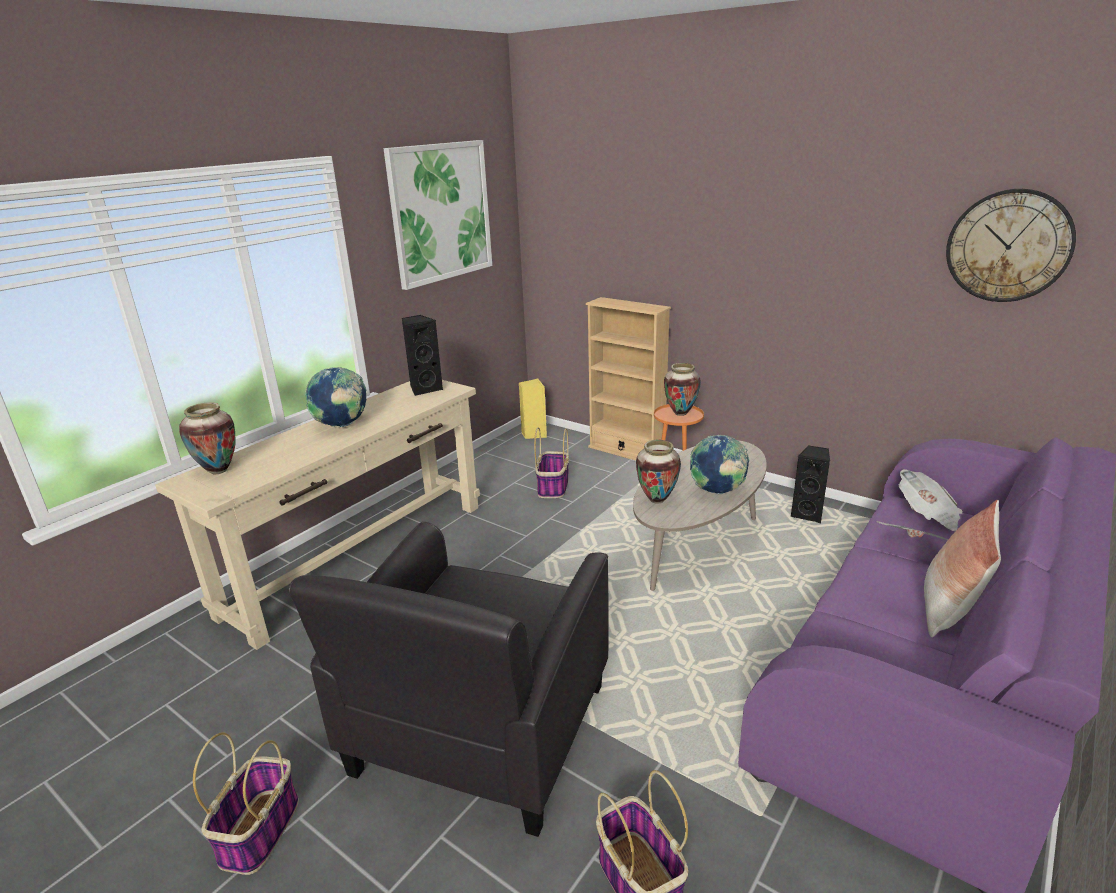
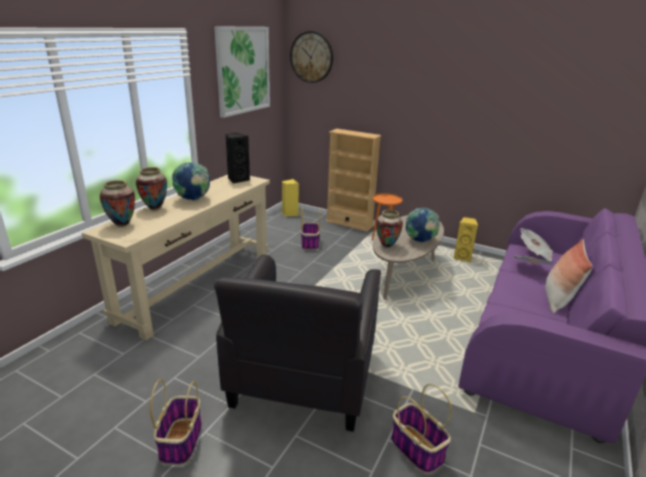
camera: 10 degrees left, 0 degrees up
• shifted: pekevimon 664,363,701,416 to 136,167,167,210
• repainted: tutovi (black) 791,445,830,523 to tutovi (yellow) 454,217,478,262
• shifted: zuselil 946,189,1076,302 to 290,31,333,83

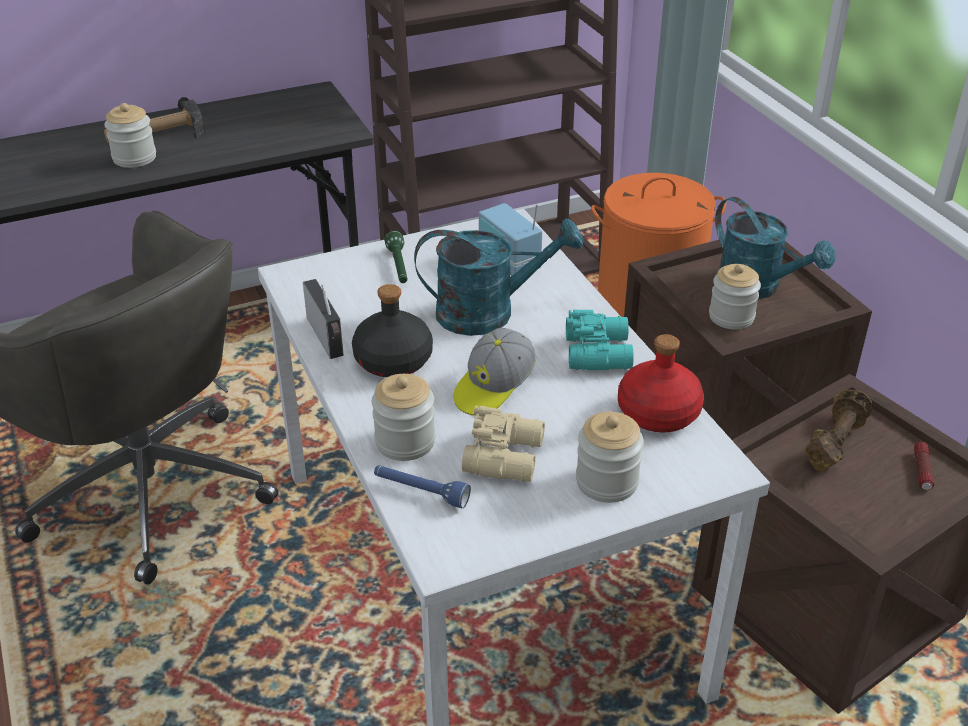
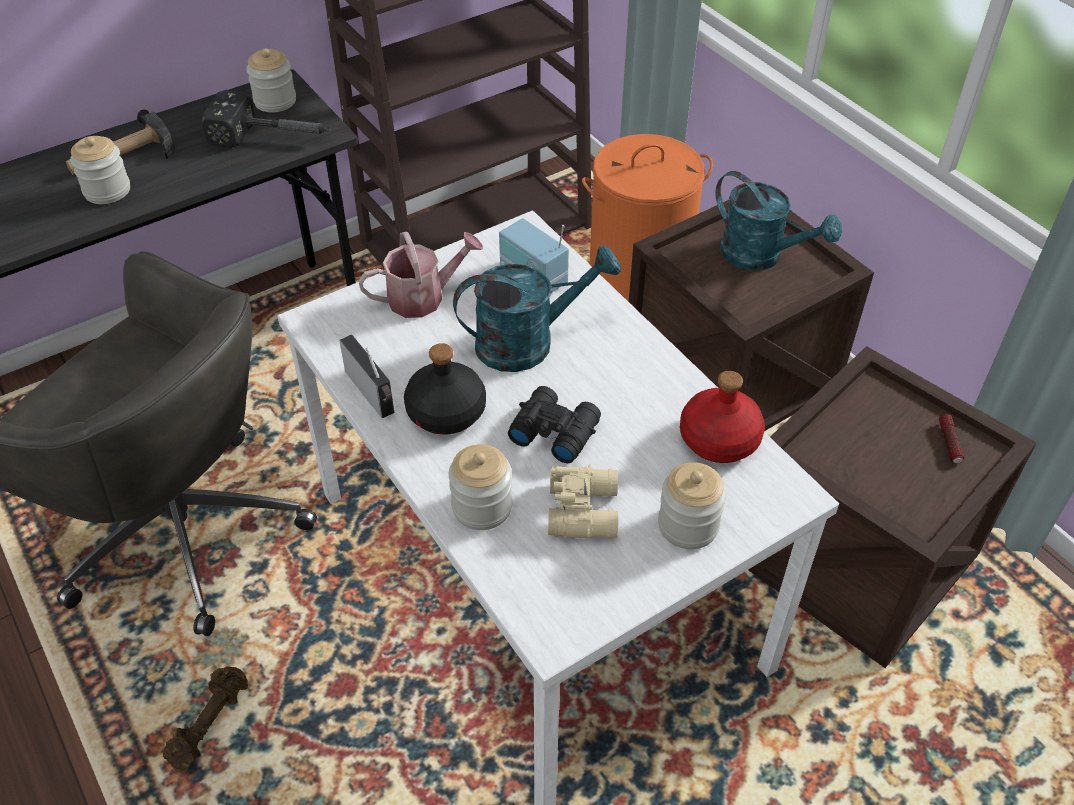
camera: 10 degrees left, 10 degrees up
• gone: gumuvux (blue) 374,465,471,508
• swapped: gumuvux (green) 385,231,408,283 to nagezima 358,232,483,318
• swapped: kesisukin 453,328,536,416 to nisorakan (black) 508,386,601,463
• gone: nisorakan (turquoise) 566,309,634,370
• shifted: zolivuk 709,264,761,330 to 246,48,296,112
• shifted: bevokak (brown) 805,390,872,472 to 163,666,248,772
• new: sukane 202,90,331,148

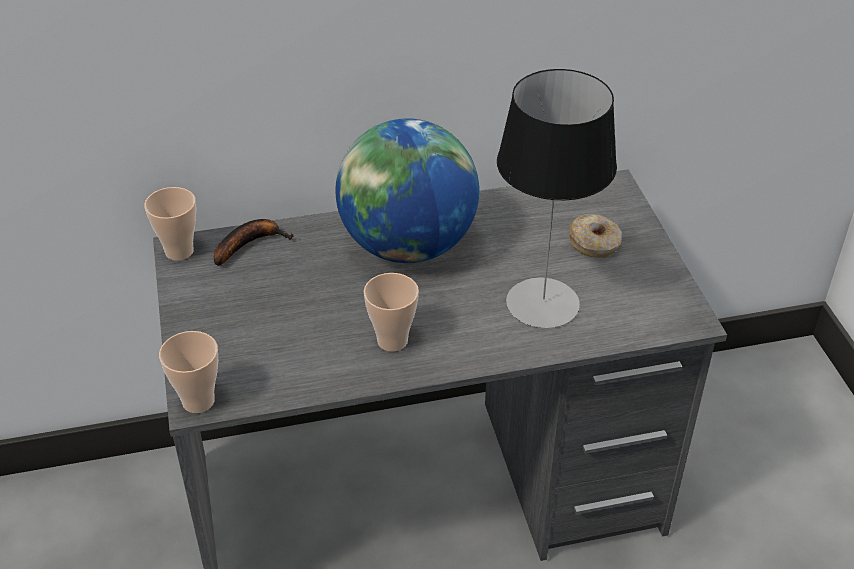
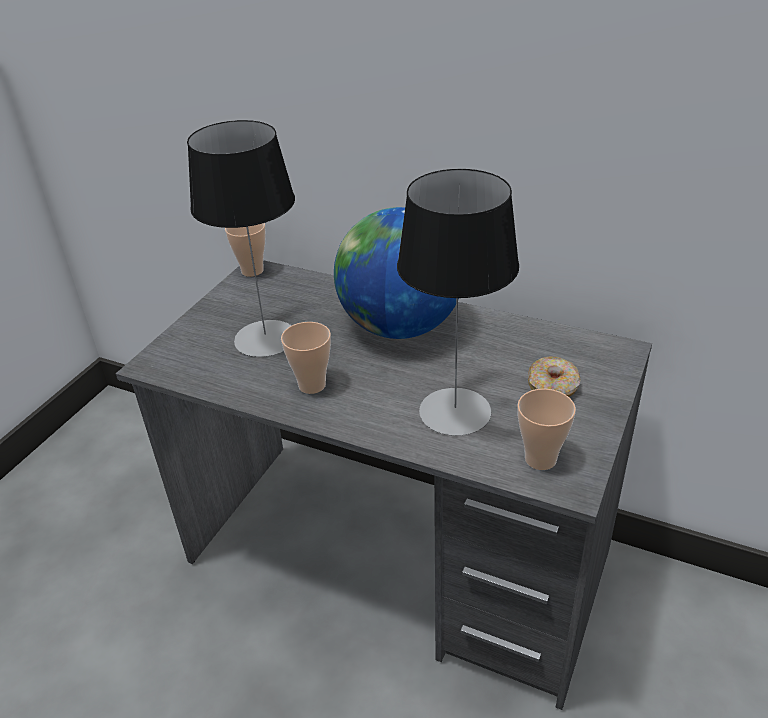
camera: 40 degrees right, 5 degrees down
• shifted: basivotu 159,331,218,413 to 517,389,576,470
• gone: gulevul 213,219,294,266
• new: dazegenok 187,120,295,357

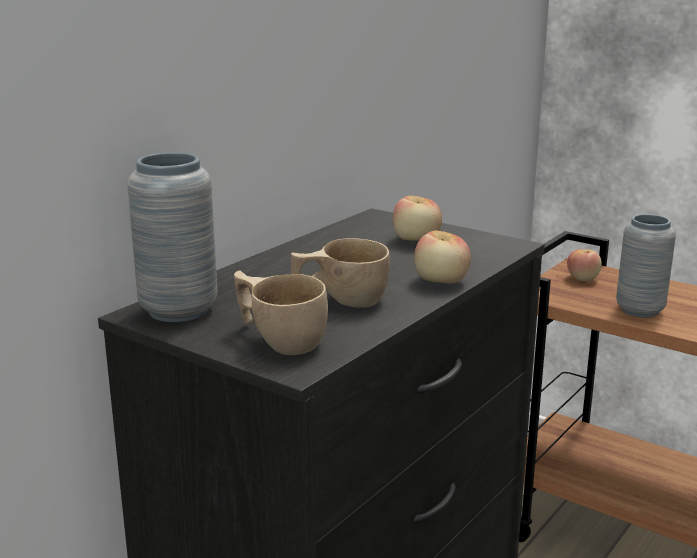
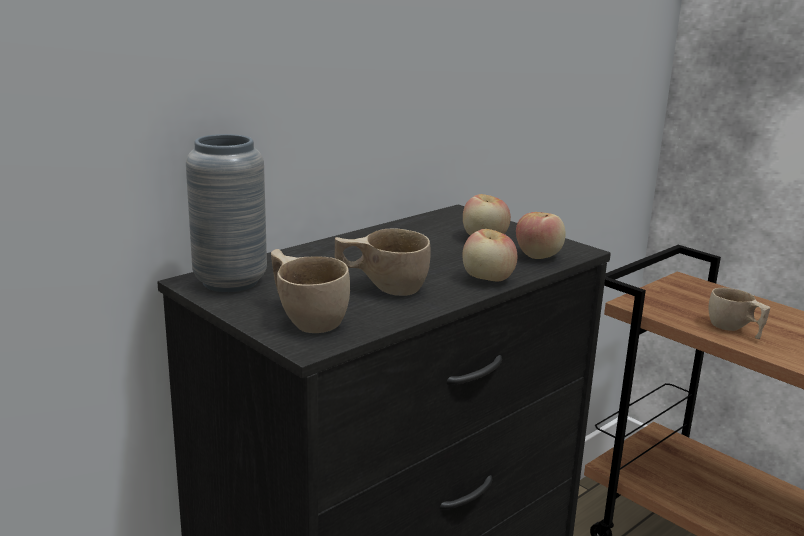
camera: 10 degrees right, 0 degrees up
• shifted: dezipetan 567,249,602,281 to 516,212,566,259
• swapped: pekevimon (grey) 616,214,676,318 to basivotu (beige) 708,288,770,339

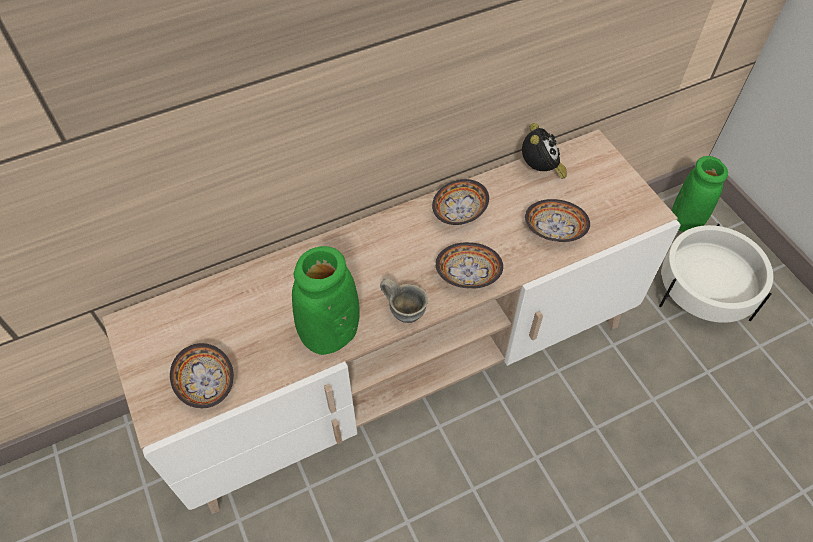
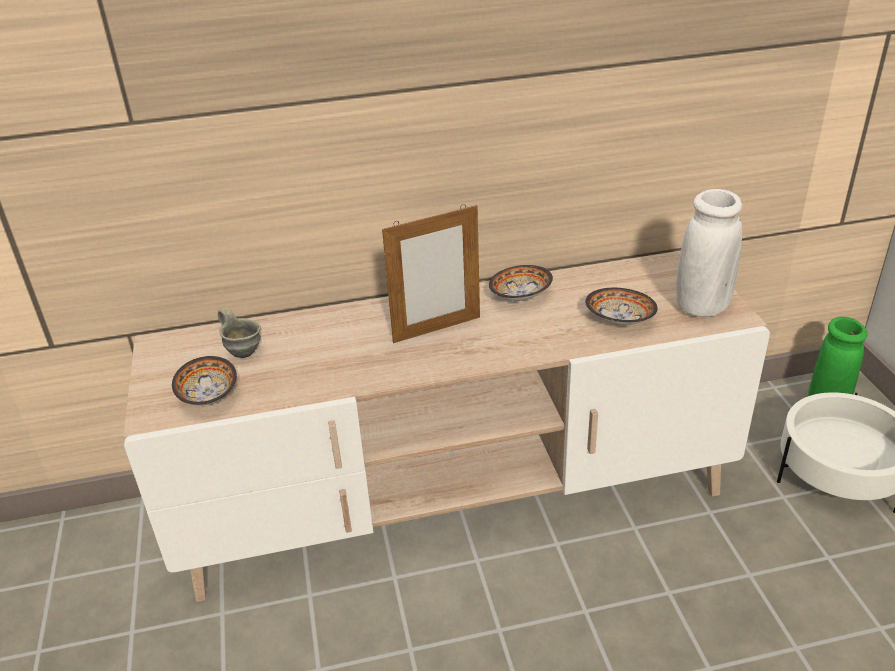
camera: 15 degrees right, 20 degrees down
• gone: pekevimon (green) 292,246,360,355
• shifted: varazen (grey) 380,278,428,323 to 218,307,261,358
• gone: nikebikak 435,242,503,289
• gone: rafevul 522,123,567,179
• new: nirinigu 382,204,480,343
• new: pekevimon (white) 676,189,742,317

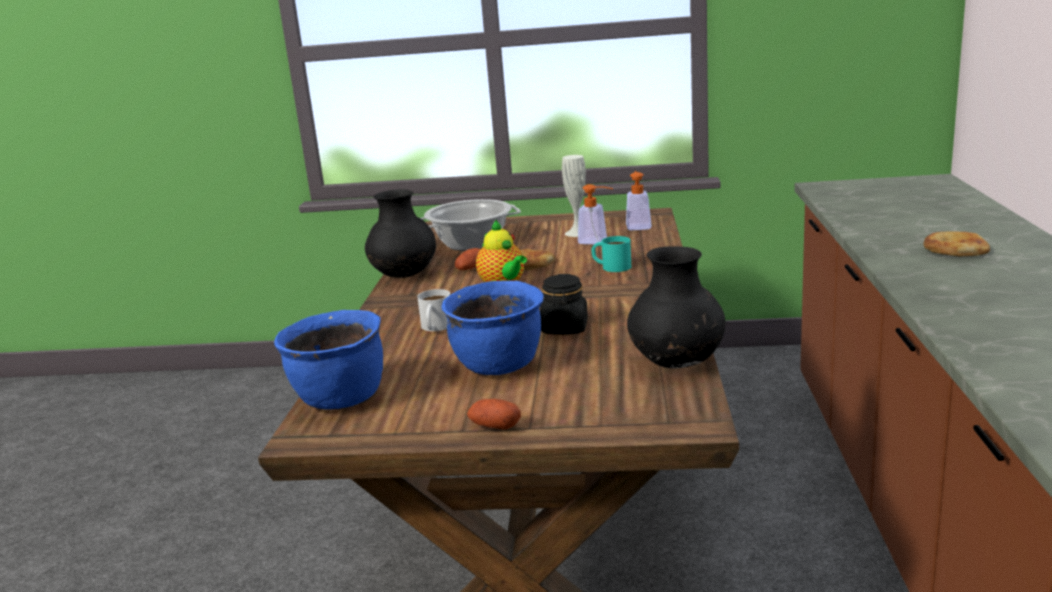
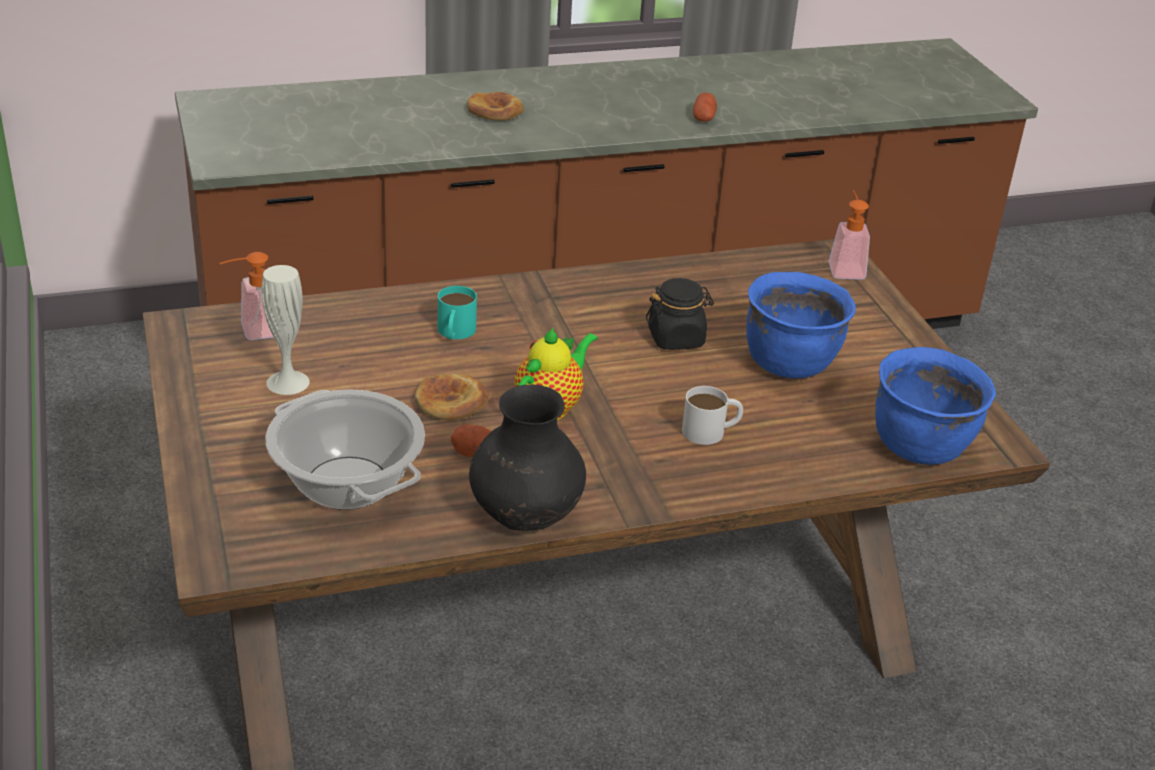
camera: 115 degrees left, 15 degrees up
• shifted: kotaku 467,399,521,430 to 693,93,717,122
• shifted: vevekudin 578,184,613,244 to 828,190,870,280
• gone: pekevimon (black) 627,246,726,369

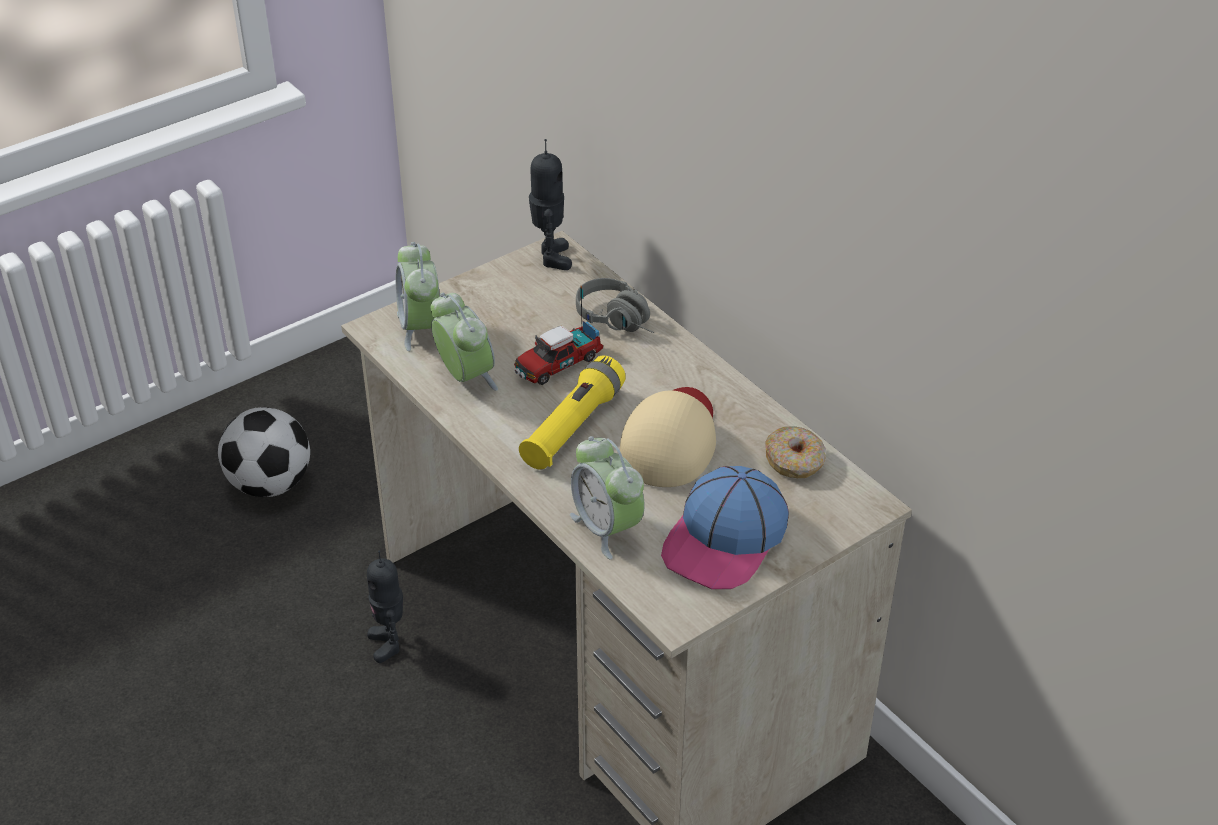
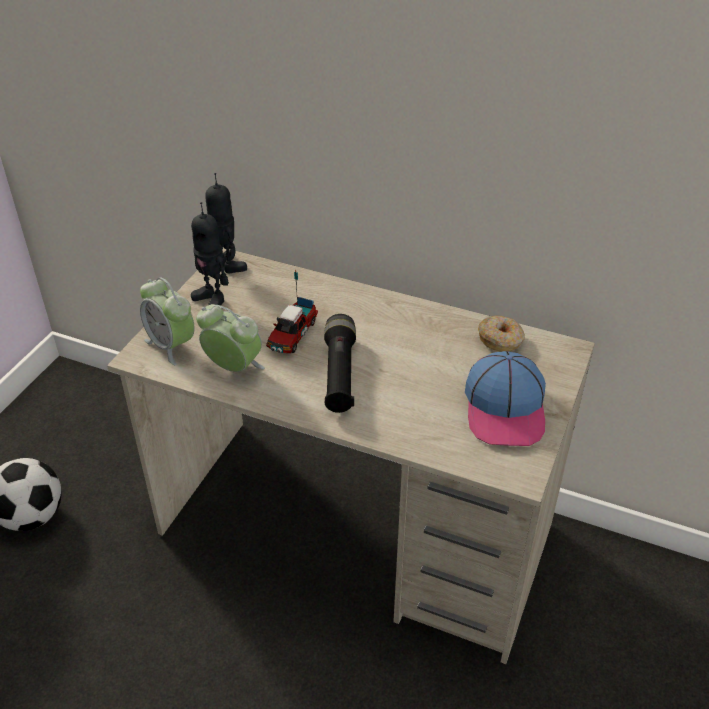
camera: 30 degrees left, 0 degrees up
• shifted: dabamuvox 367,551,403,663 to 191,202,229,306
• repainted: gumuvux (yellow) 519,355,626,470 to gumuvux (black) 324,314,356,413
• gone: rafevul 570,436,644,560
• gone: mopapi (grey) 576,278,654,333
• gone: kesisukin (beige) 620,387,716,487

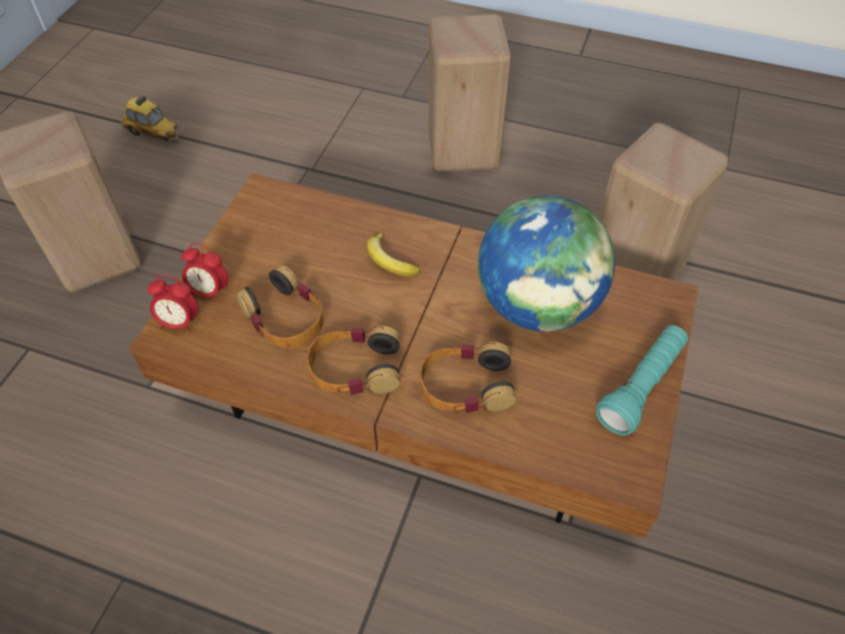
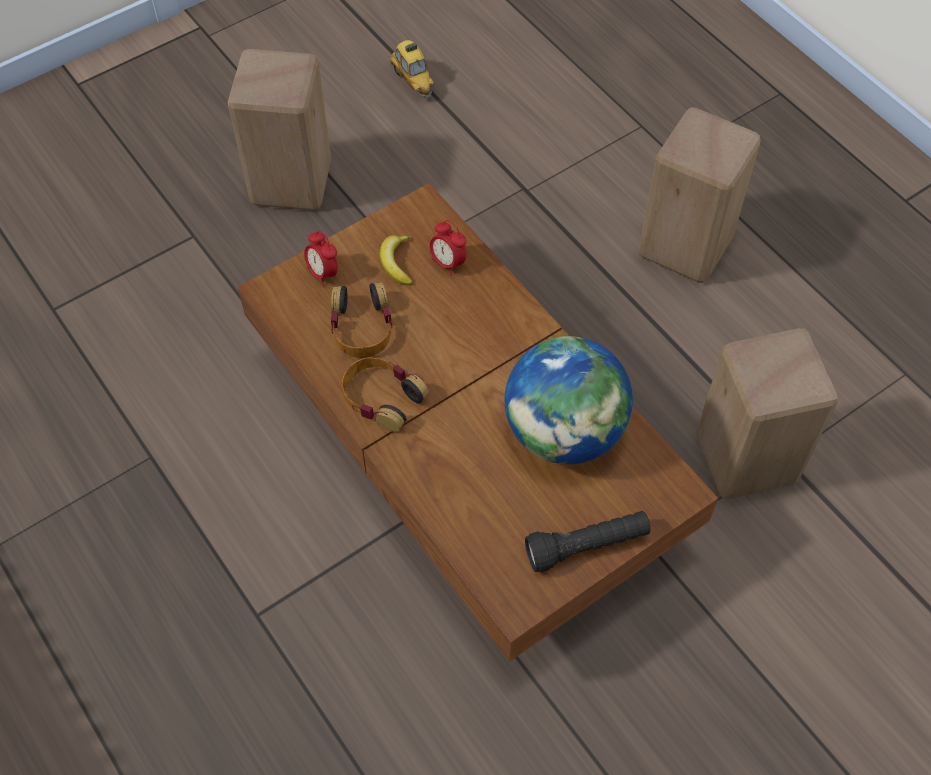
camera: 35 degrees right, 5 degrees up
• shifted: rafevul 148,275,198,333 to 430,220,466,275
• shifted: gulevul 367,232,420,276 to 380,235,413,285
• gone: mopapi 420,342,516,413
• repainted: gumuvux (turquoise) 596,325,688,436 to gumuvux (black) 525,511,651,572

